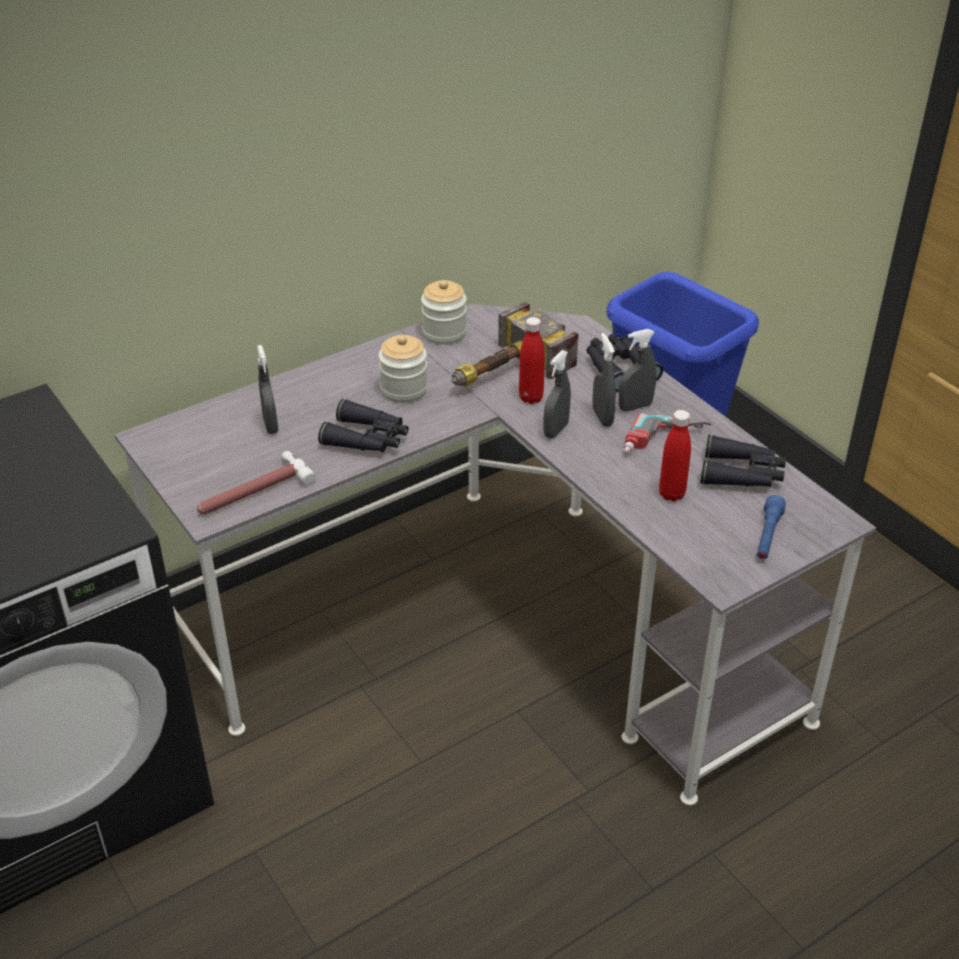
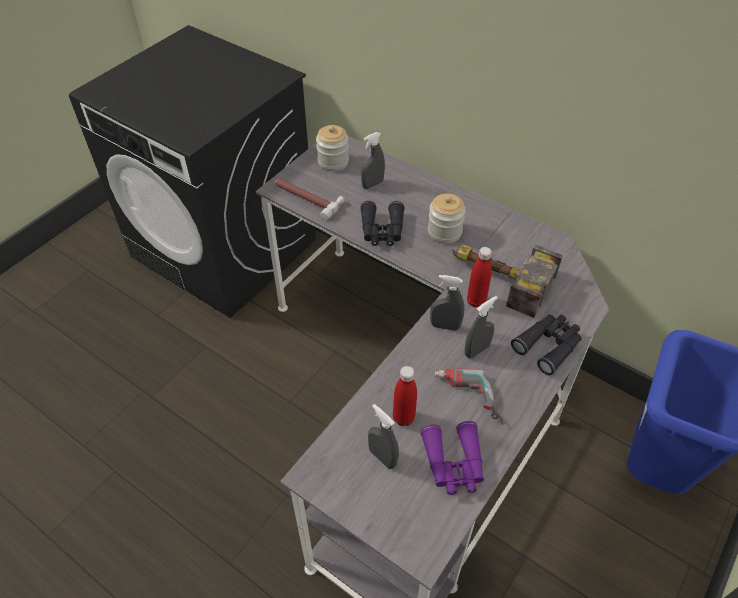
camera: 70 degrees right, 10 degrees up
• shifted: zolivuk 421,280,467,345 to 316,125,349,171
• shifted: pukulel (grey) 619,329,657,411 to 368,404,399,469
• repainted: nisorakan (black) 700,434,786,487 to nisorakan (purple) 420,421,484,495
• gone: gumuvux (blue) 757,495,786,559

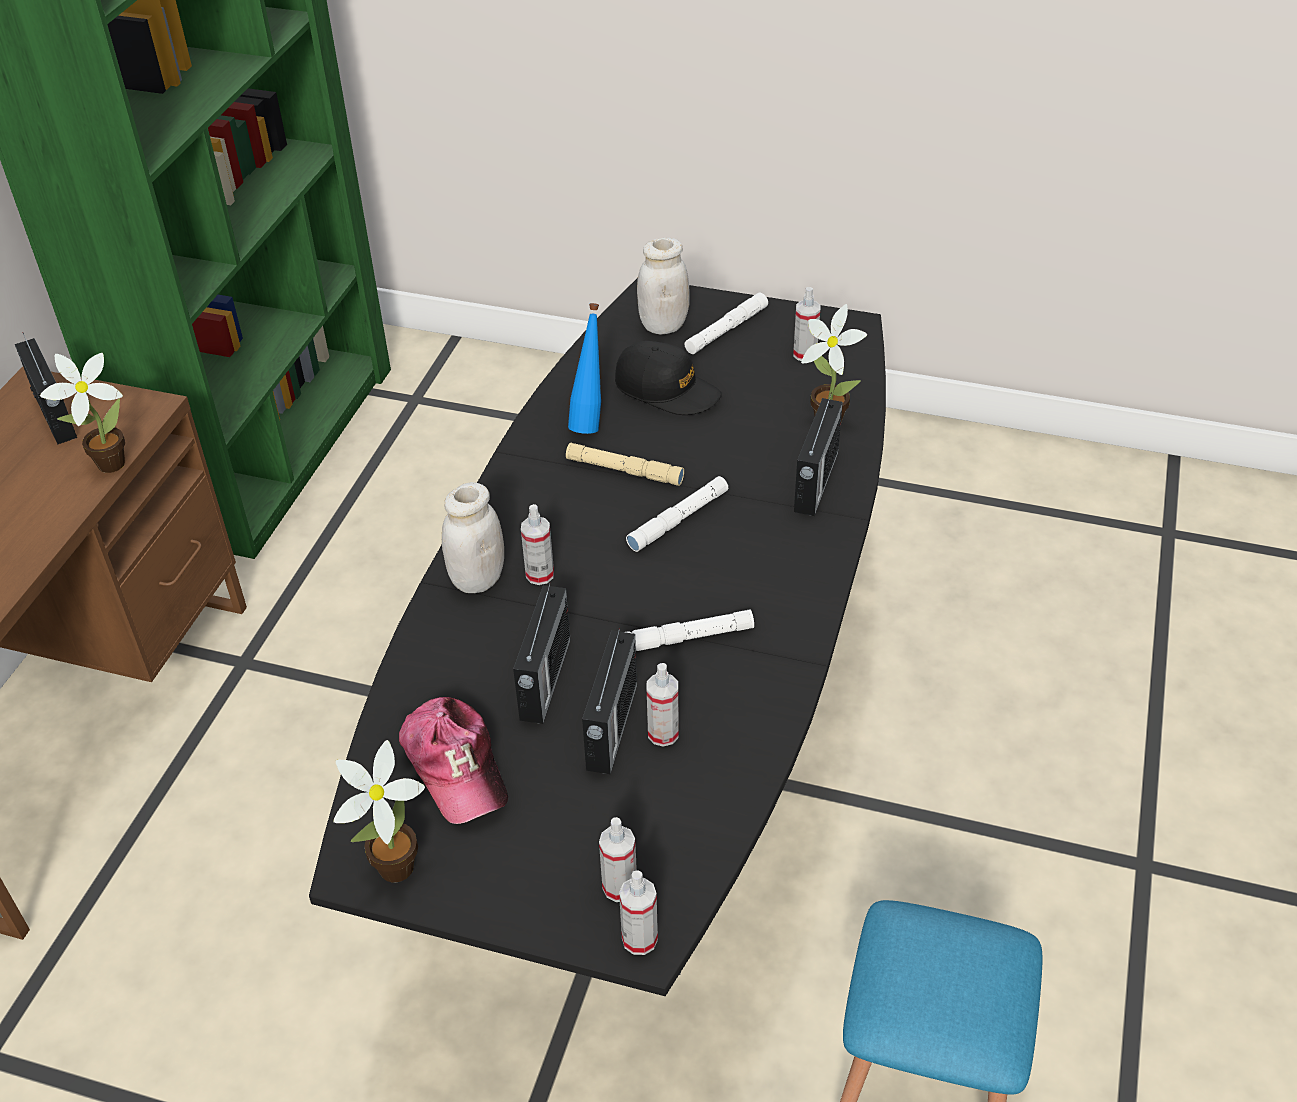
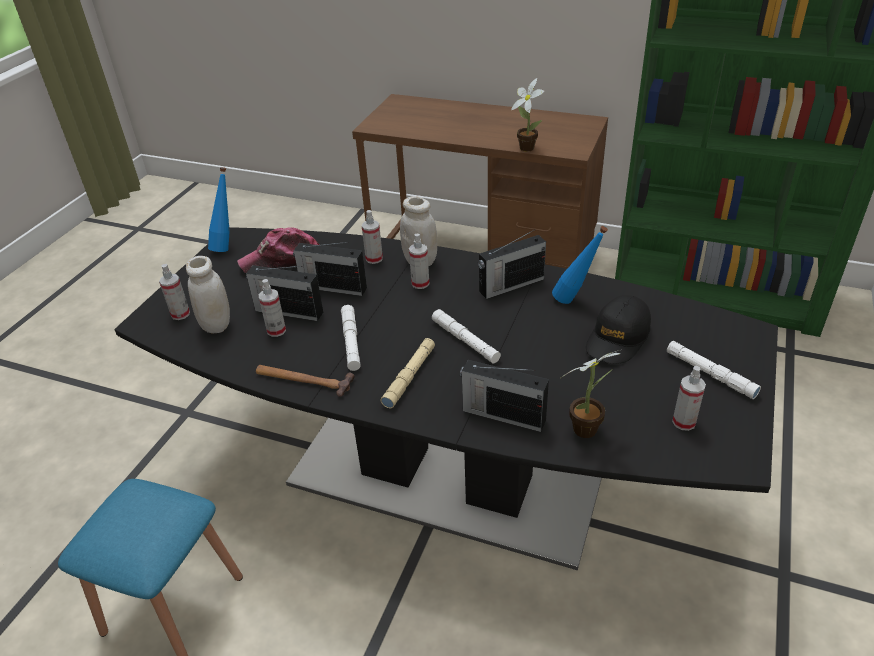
camera: 95 degrees right, 5 degrees down
• shifted: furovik 15,332,77,444 to 478,230,546,299
• swapped: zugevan 333,740,425,882 to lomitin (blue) 208,167,230,252
• shifted: gumuvux (beige) 566,443,684,486 to 381,338,435,408
• shifted: pukulel 619,870,658,955 to 362,210,383,264
• shifted: zolivuk (white) 637,237,690,335 to 186,256,230,334
• new: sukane 256,365,355,397

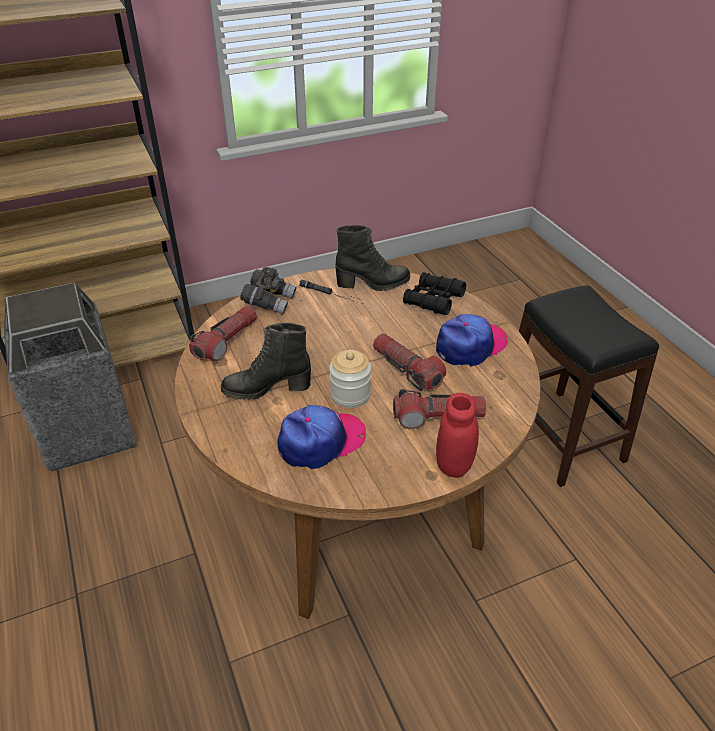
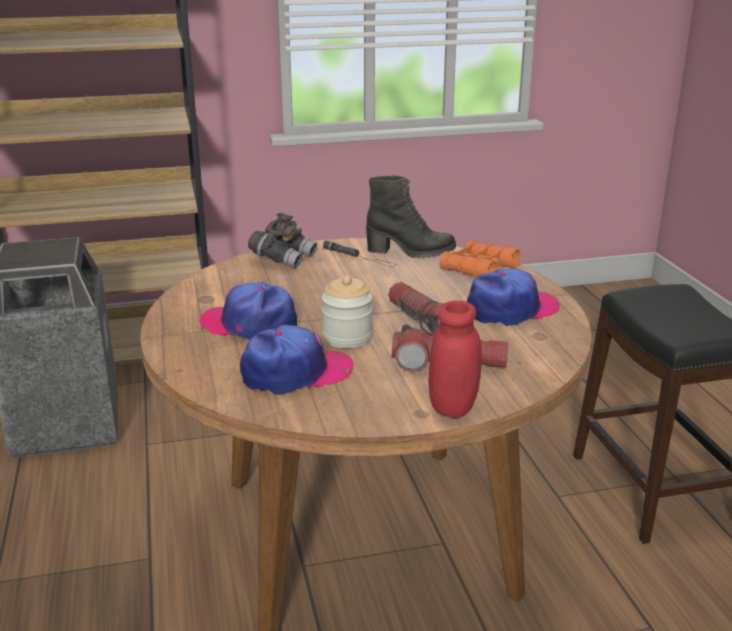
camera: 10 degrees right, 15 degrees down
• gone: gumuvux 189,306,257,361
• swapped: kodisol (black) 221,323,311,400 to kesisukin 199,282,297,340
• repainted: nisorakan (black) 403,272,466,315 to nisorakan (orange) 439,240,521,279

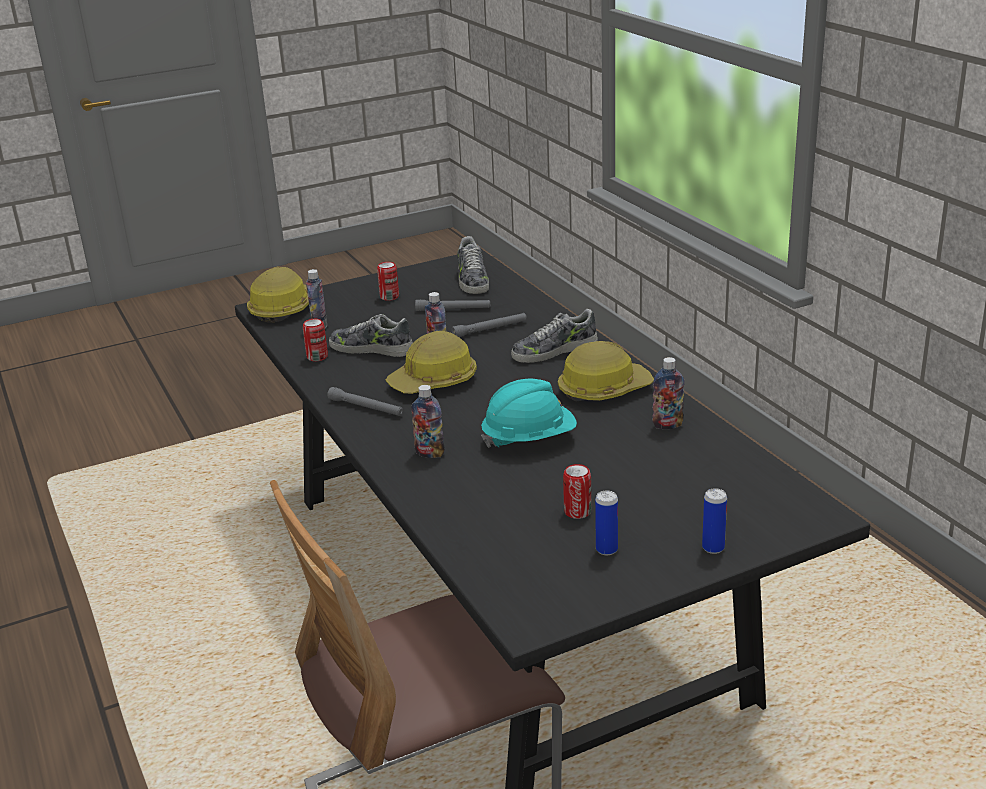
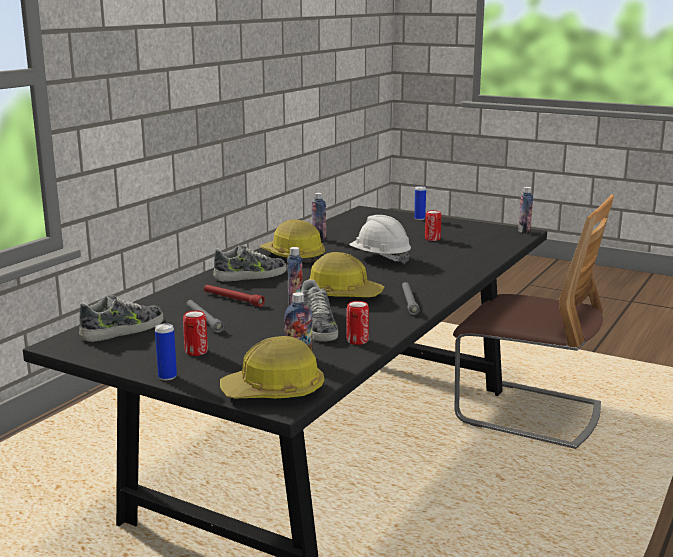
camera: 125 degrees left, 10 degrees down
• shifted: lomitin 411,385,444,458 to 518,187,533,234
• repainted: gumuvux (grey) 452,313,527,337 to gumuvux (red) 204,285,265,307
• repainted: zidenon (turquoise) 481,379,577,448 to zidenon (white) 349,215,411,264
• rotated: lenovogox 511,309,598,363 = 213,245,287,282 60 degrees counterclockwise
• shifted: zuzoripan 595,491,618,555 to 155,323,177,380

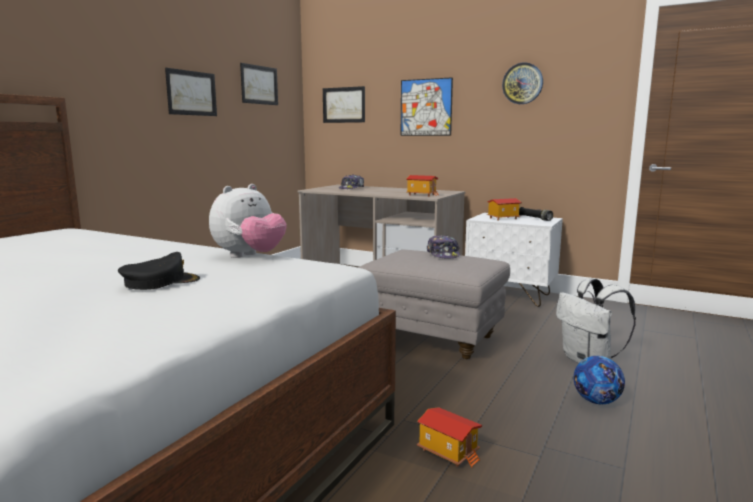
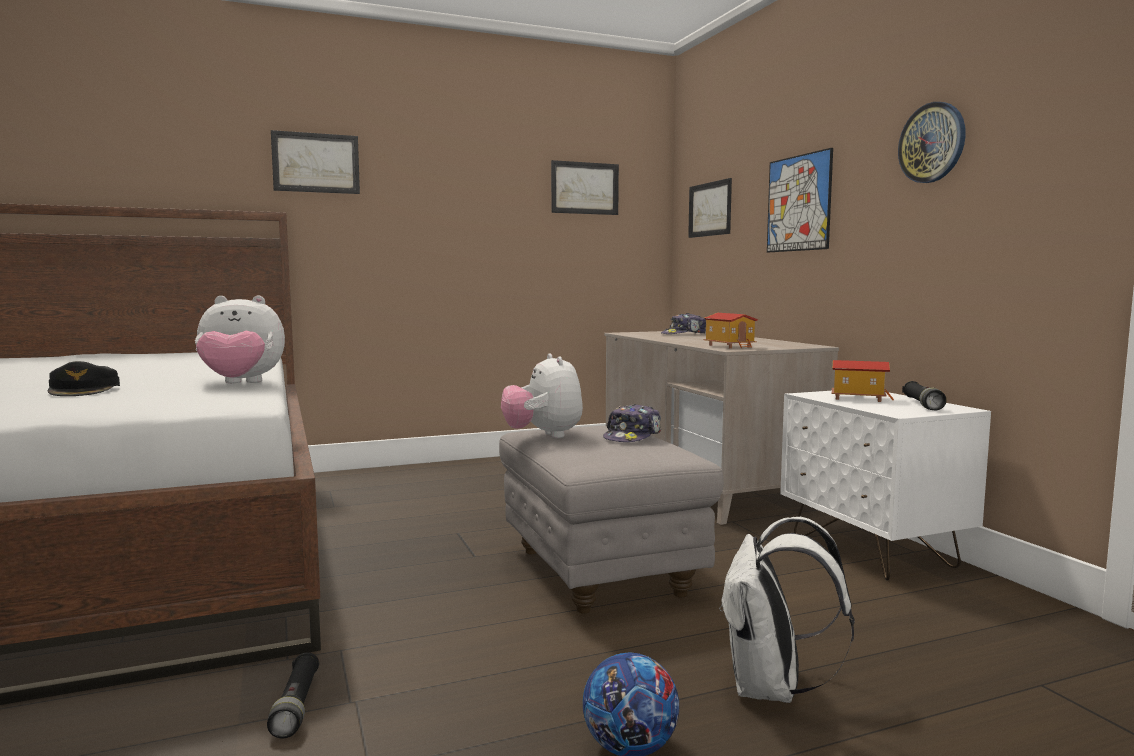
camera: 40 degrees right, 5 degrees down
• rotated: kesisukin (black) 118,252,200,290 = 48,361,120,396 60 degrees clockwise
• shifted: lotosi 165,68,217,116 to 271,130,360,194
• swapped: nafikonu 417,407,482,467 to gumuvux (black) 267,652,319,738
• new: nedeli 501,354,583,438

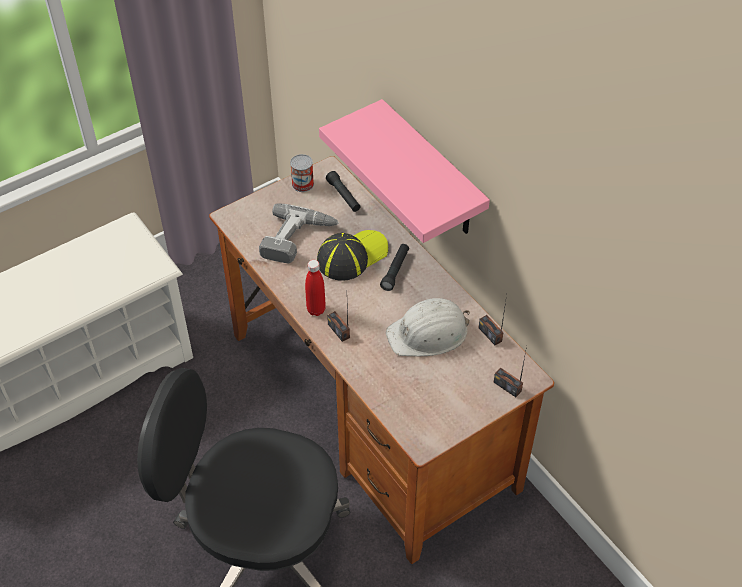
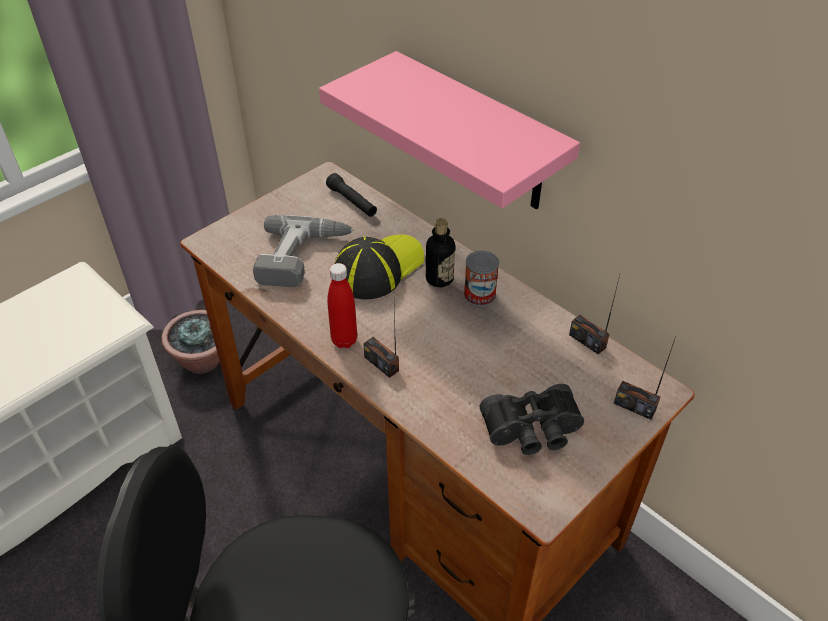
camera: 10 degrees left, 5 degrees down
• shifted: zuzoripan 290,154,314,192 to 464,251,499,306
• swapped: gumuvux (black) 380,244,409,291 to lomitin 426,218,455,287
• gone: zidenon (white) 386,298,470,356
• new: zugevan 161,310,220,374
• new: nisorakan (black) 480,384,584,455

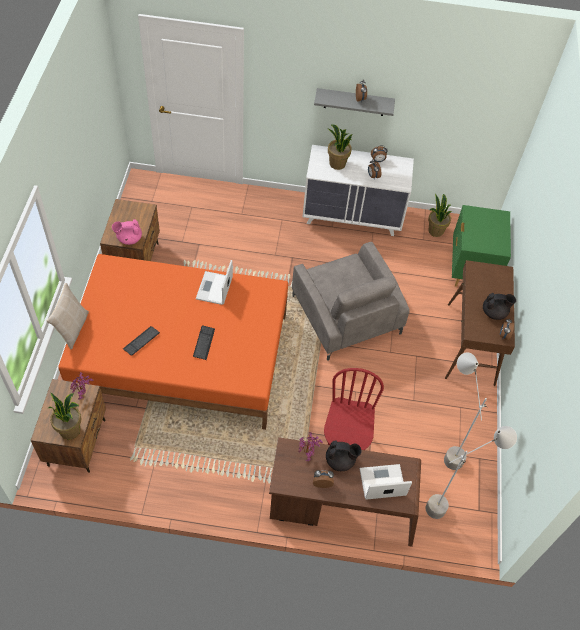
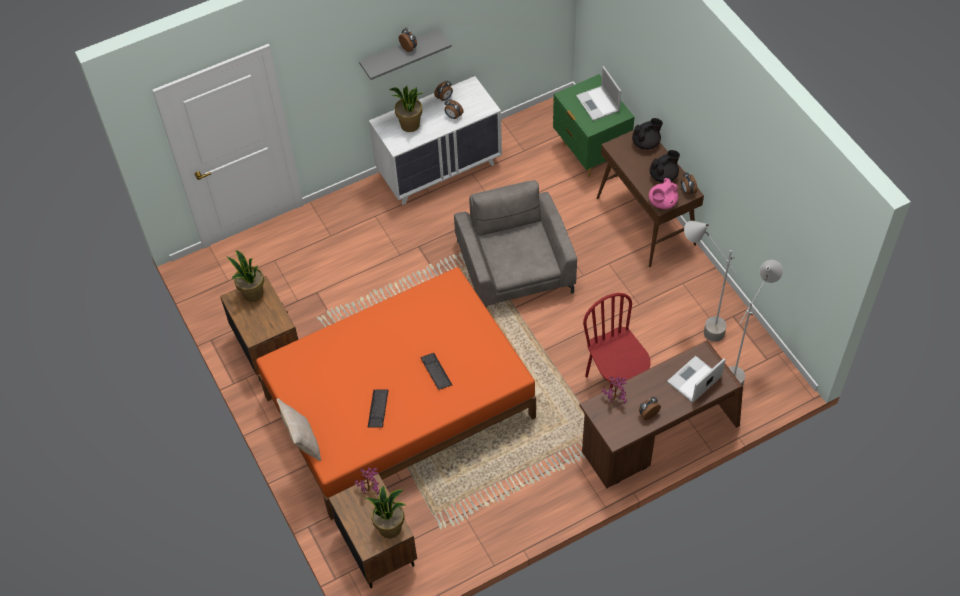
camera: 30 degrees left, 0 degrees up
• shifted: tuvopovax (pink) 112,219,142,245 to 649,178,678,209
• shifted: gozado 196,260,233,305 to 576,66,621,121
• rotated: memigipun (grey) 292,242,410,361 = 454,180,577,308 135 degrees counterclockwise
• shifted: tuvopovax (black) 326,440,362,471 to 632,118,663,150
• shifted: zugevan 428,193,452,237 to 226,250,264,302

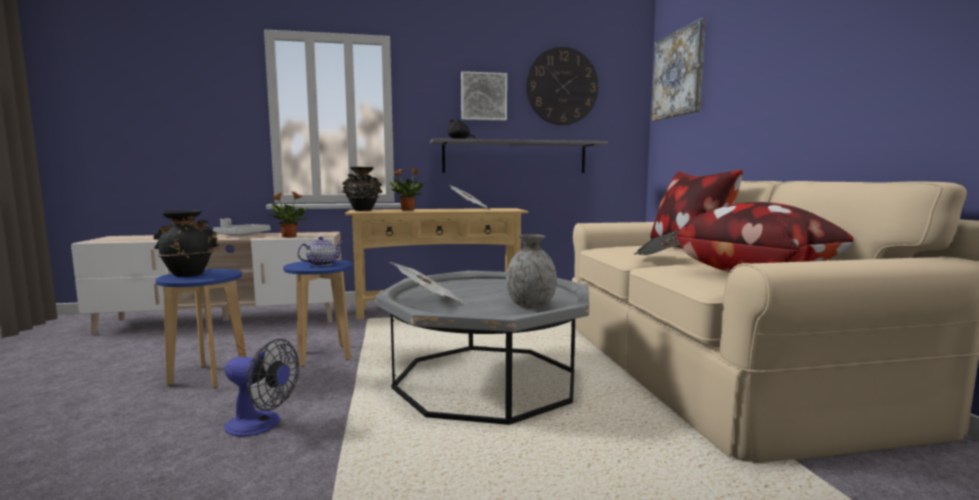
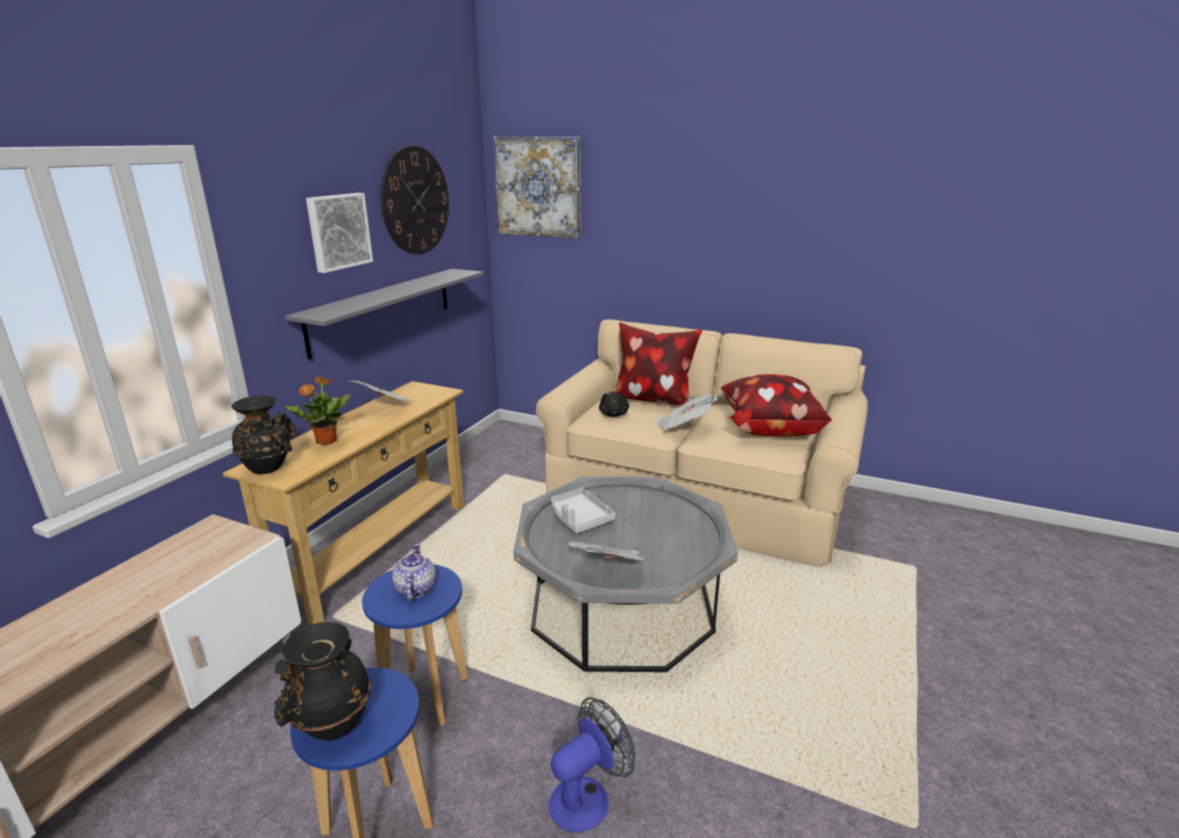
camera: 55 degrees left, 15 degrees up
• shifted: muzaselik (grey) 213,218,271,236 to 551,488,616,533
• gone: zugevan 267,191,308,238
• shifted: nedeli (black) 448,118,475,139 to 599,392,629,417
• gone: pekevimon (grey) 506,234,557,308

